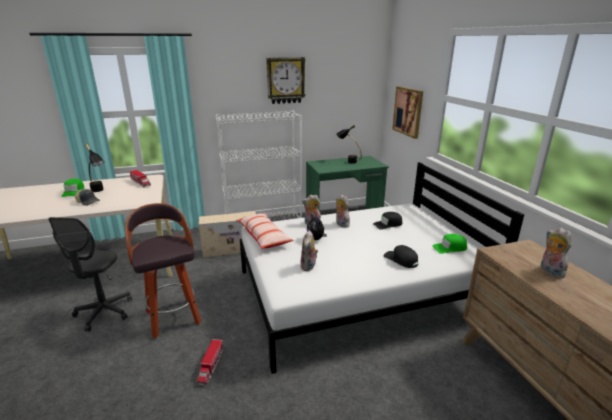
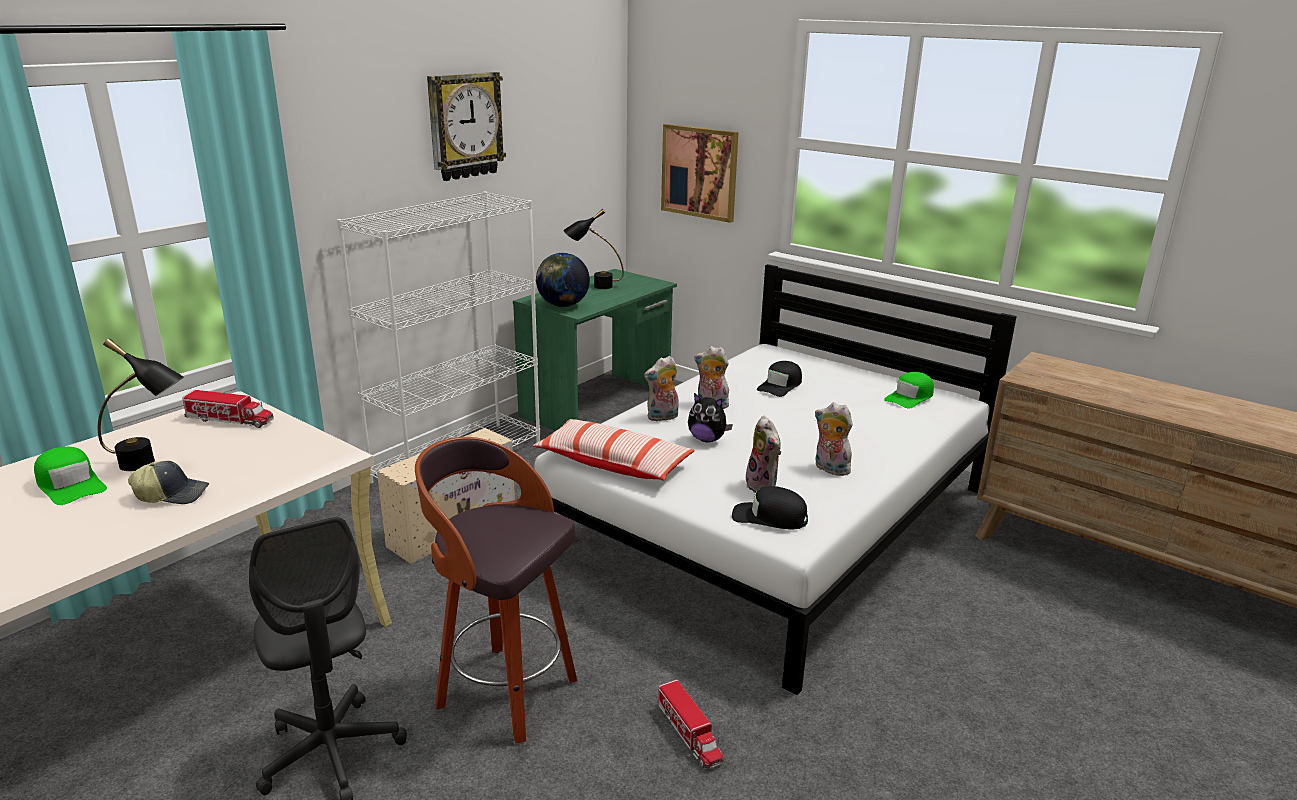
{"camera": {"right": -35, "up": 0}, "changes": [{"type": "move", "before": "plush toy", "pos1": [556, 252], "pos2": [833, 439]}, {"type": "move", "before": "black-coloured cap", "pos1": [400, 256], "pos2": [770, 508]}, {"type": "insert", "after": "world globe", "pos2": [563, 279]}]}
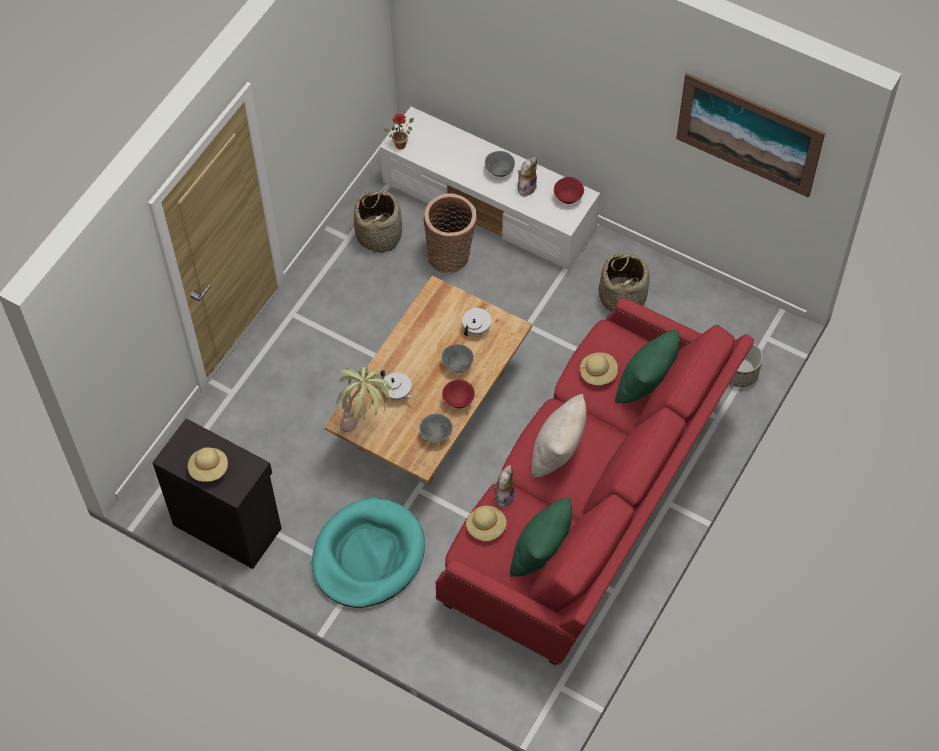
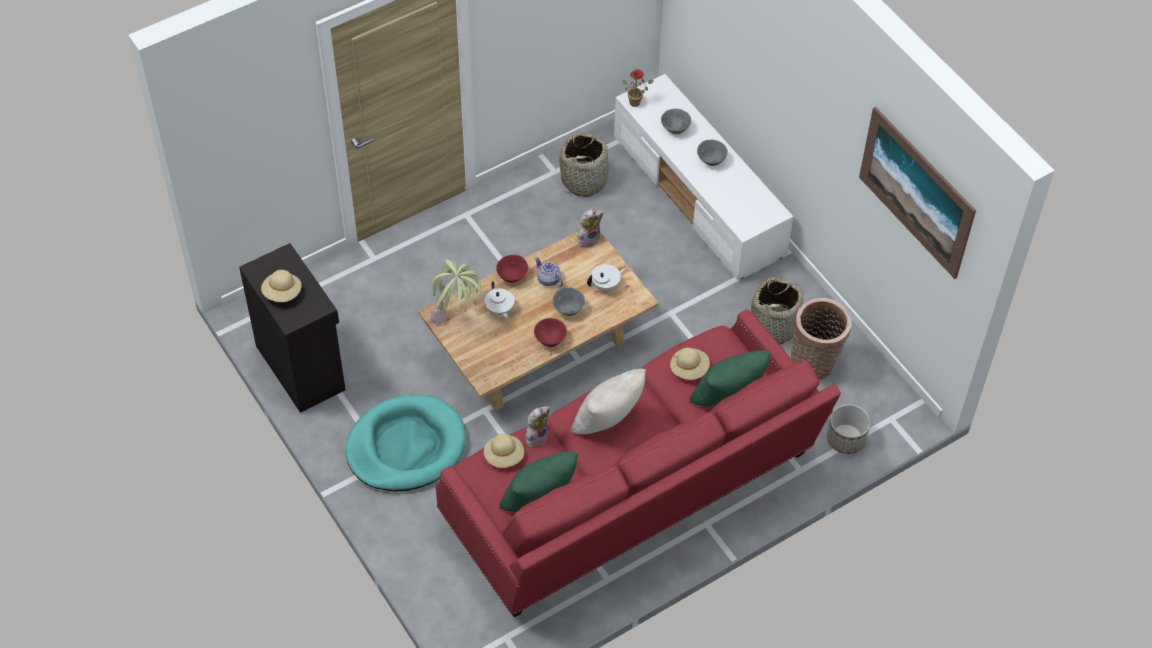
{"camera": {"right": 25, "up": -5}, "changes": [{"type": "move", "before": "plush toy", "pos1": [527, 177], "pos2": [591, 228]}, {"type": "move", "before": "red-coloured bowl", "pos1": [569, 190], "pos2": [512, 269]}, {"type": "move", "before": "household basket", "pos1": [450, 233], "pos2": [821, 339]}, {"type": "move", "before": "gray bowl", "pos1": [436, 428], "pos2": [676, 121]}, {"type": "insert", "after": "tea pot", "pos2": [549, 272]}]}
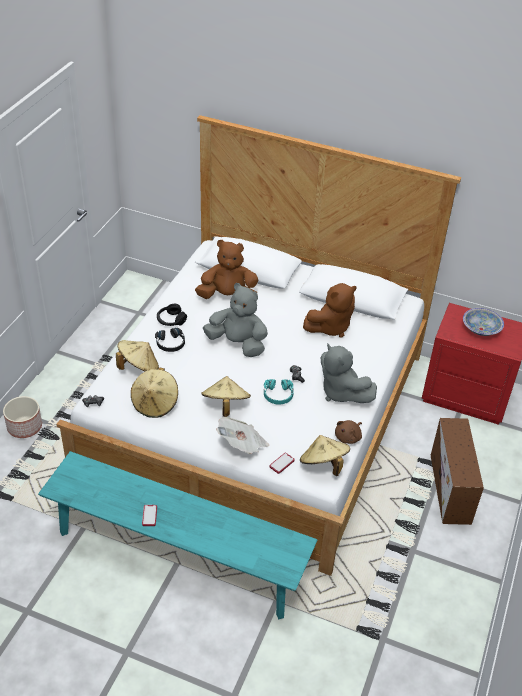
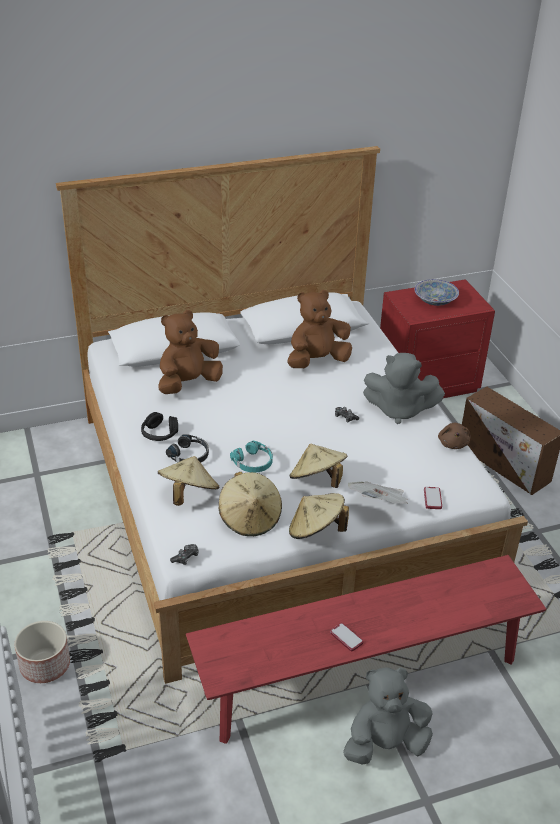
{"camera": {"right": -40, "up": -5}, "changes": [{"type": "move", "before": "gray plush toy", "pos1": [235, 320], "pos2": [388, 716]}, {"type": "rotate", "before": "brown-coloured plush toy", "pos1": [330, 310], "pos2": [320, 329], "turn": -135}, {"type": "move", "before": "turquoise-coloured headphones", "pos1": [279, 392], "pos2": [251, 457]}, {"type": "move", "before": "beige clothing hat", "pos1": [325, 455], "pos2": [319, 516]}, {"type": "recolor", "before": "turquoise-coloured bench", "after": "red-coloured bench", "pos1": [178, 535], "pos2": [366, 649]}]}
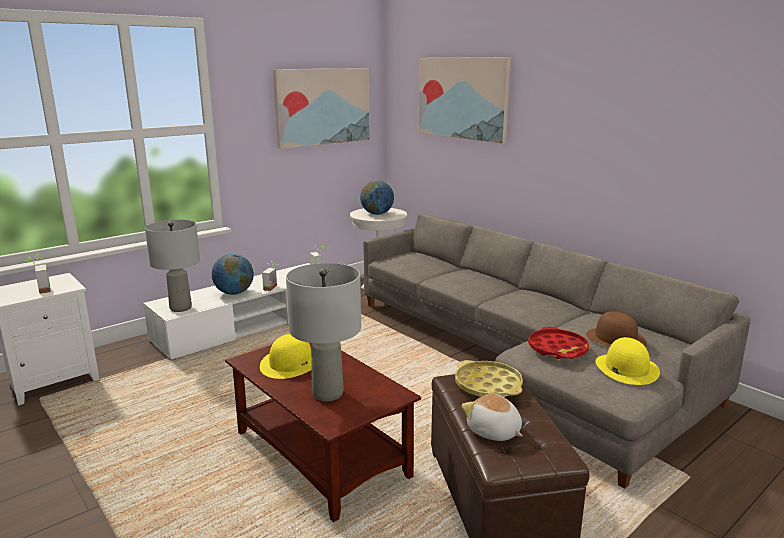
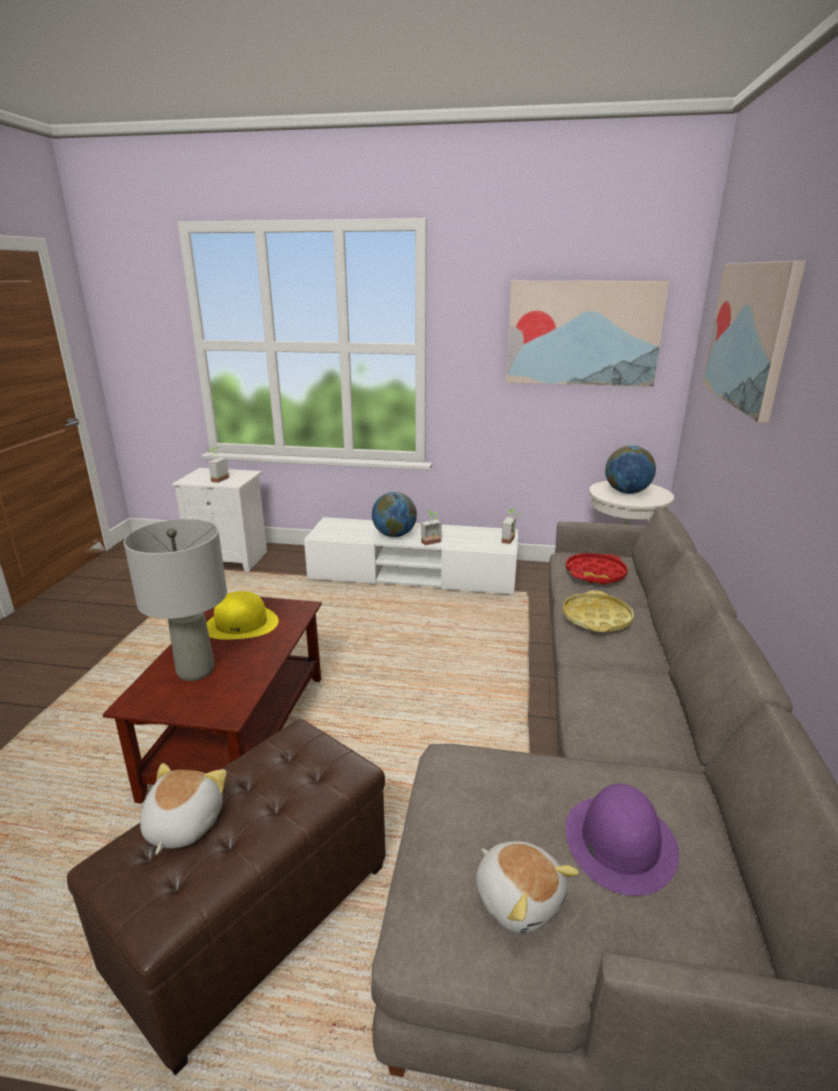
{"camera": {"right": 50, "up": 5}, "changes": [{"type": "delete", "before": "gray lamp for a table", "pos1": [172, 266]}, {"type": "recolor", "before": "brown-coloured clothing hat", "after": "purple clothing hat", "pos1": [616, 329], "pos2": [622, 840]}, {"type": "move", "before": "red-coloured carrying tray", "pos1": [558, 343], "pos2": [597, 569]}, {"type": "replace", "before": "yellowish clothing hat", "after": "plush toy", "pos1": [627, 361], "pos2": [527, 887]}, {"type": "move", "before": "yellowish carrying tray", "pos1": [489, 378], "pos2": [598, 611]}]}
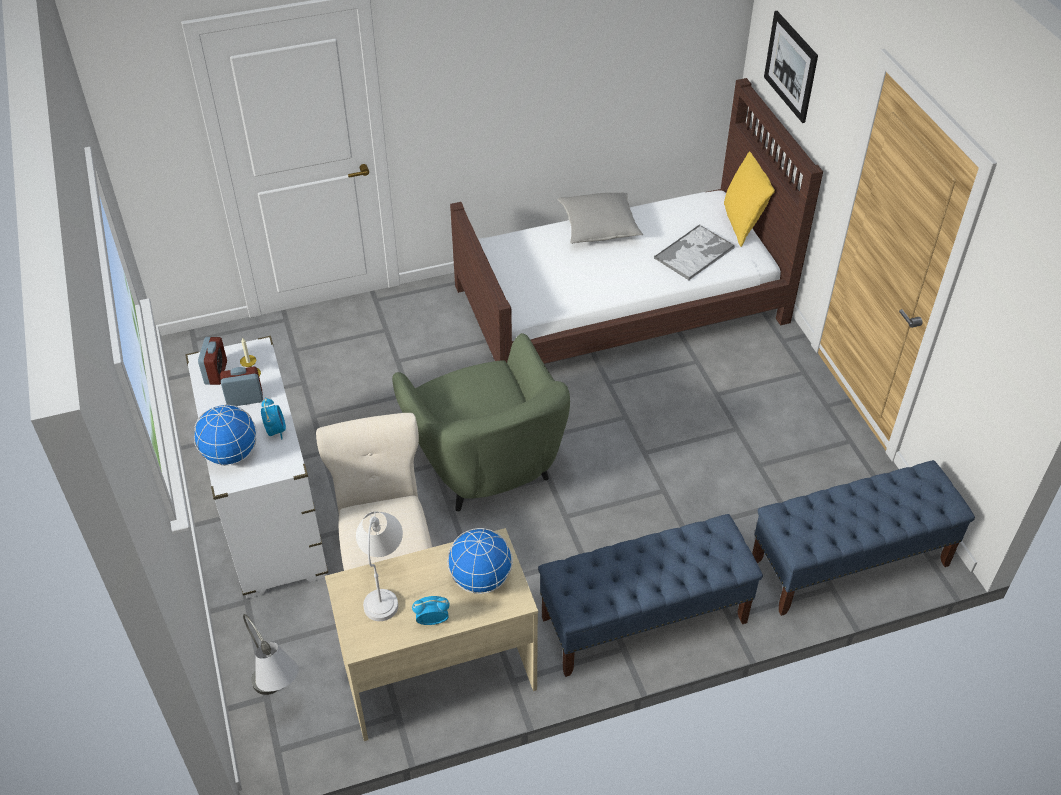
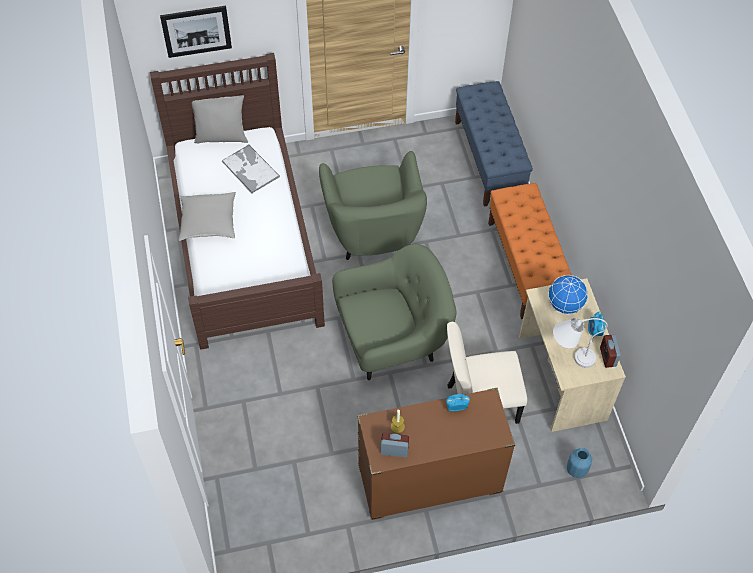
{"camera": {"right": -85, "up": 10}, "changes": [{"type": "recolor", "before": "yellowish throw pillow", "after": "gray throw pillow", "pos1": [749, 199], "pos2": [220, 119]}, {"type": "recolor", "before": "whitish drawer chest", "after": "brown-coloured drawer chest", "pos1": [256, 467], "pos2": [436, 454]}, {"type": "move", "before": "alarm clock", "pos1": [241, 386], "pos2": [610, 351]}, {"type": "delete", "before": "world globe", "pos1": [225, 435]}, {"type": "recolor", "before": "bluish bench", "after": "orange-coloured bench", "pos1": [650, 595], "pos2": [530, 251]}, {"type": "replace", "before": "gray lamp for a table", "after": "bluish flower vase", "pos1": [271, 654], "pos2": [579, 463]}, {"type": "insert", "after": "green-coloured armchair", "pos2": [373, 205]}]}
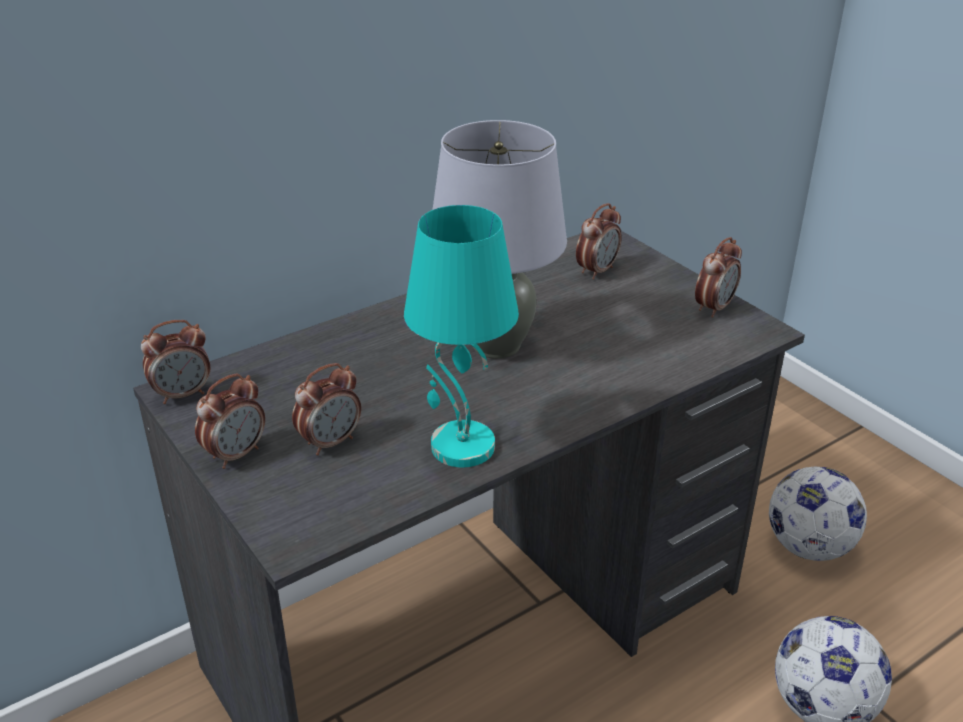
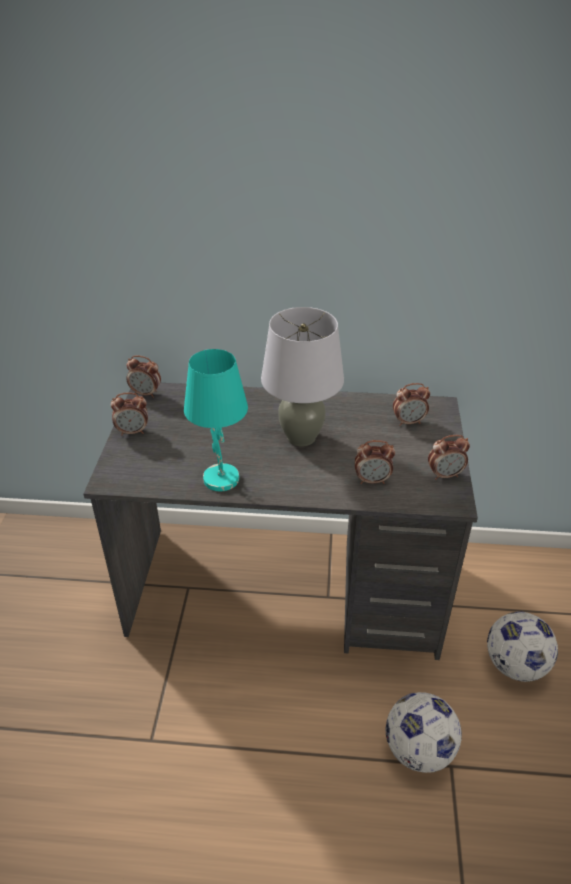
{"camera": {"right": 40, "up": 5}, "changes": [{"type": "move", "before": "alarm clock", "pos1": [326, 409], "pos2": [375, 462]}]}
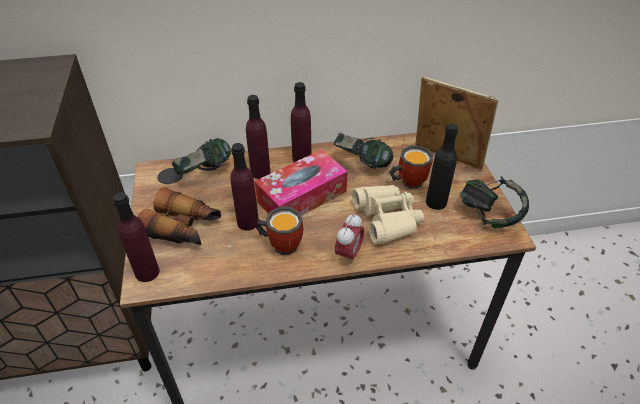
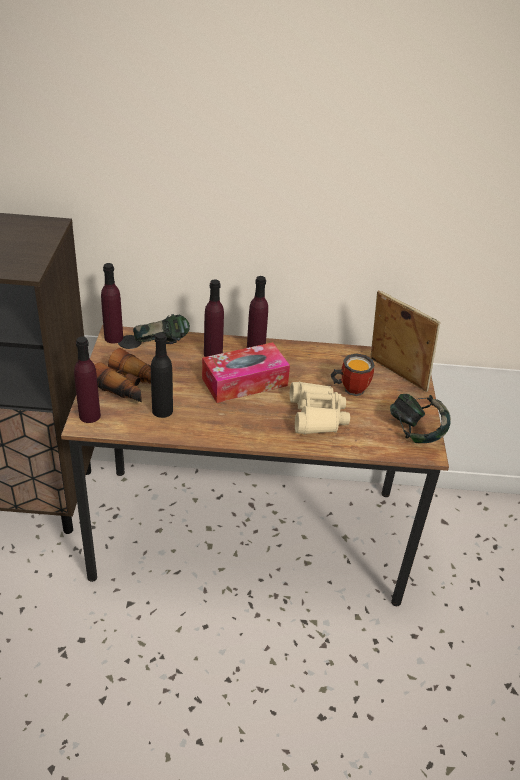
{"camera": {"right": 10, "up": -5}, "changes": [{"type": "move", "before": "black-coloured beverage bottle", "pos1": [442, 166], "pos2": [162, 375]}, {"type": "delete", "before": "headphones", "pos1": [364, 151]}, {"type": "move", "before": "purple beverage bottle", "pos1": [245, 187], "pos2": [112, 303]}, {"type": "delete", "before": "mug", "pos1": [280, 231]}, {"type": "delete", "before": "alarm clock", "pos1": [349, 239]}]}
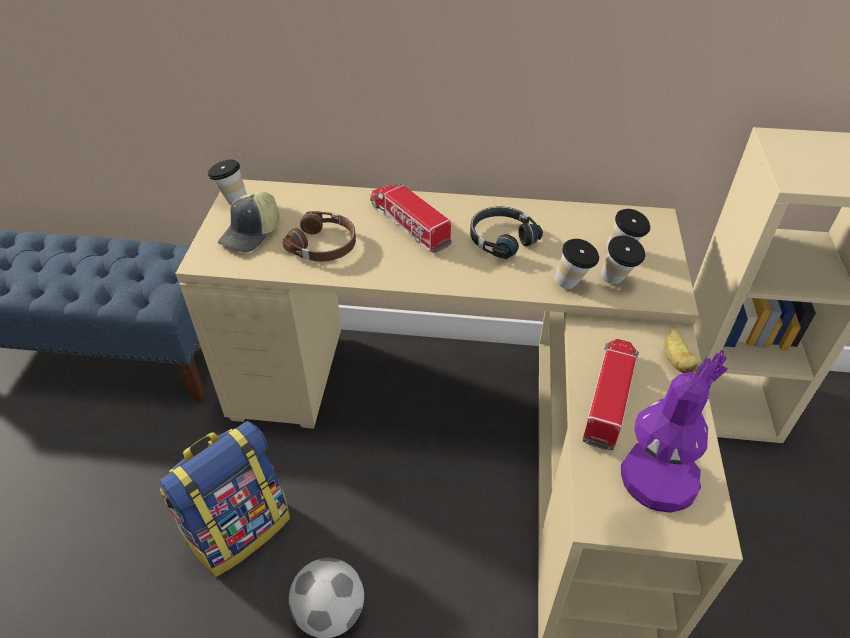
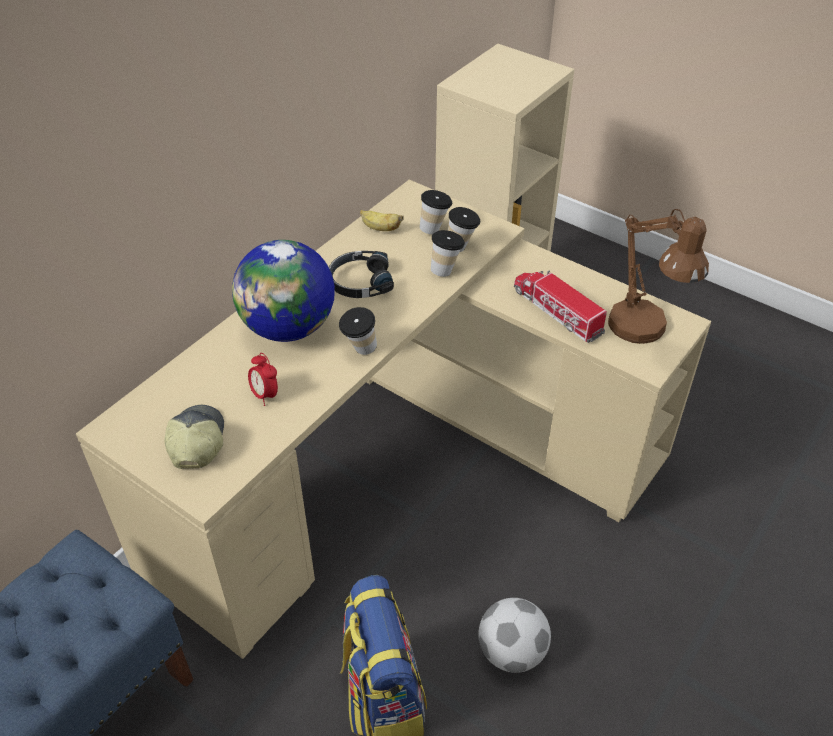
{"camera": {"right": -60, "up": 0}, "changes": [{"type": "move", "before": "cup", "pos1": [227, 182], "pos2": [358, 331]}, {"type": "replace", "before": "toy lorry", "after": "world globe", "pos1": [411, 218], "pos2": [283, 291]}, {"type": "rotate", "before": "cap", "pos1": [249, 222], "pos2": [194, 437], "turn": -150}, {"type": "replace", "before": "brown-coloured headphones", "after": "alarm clock", "pos1": [319, 236], "pos2": [263, 379]}, {"type": "move", "before": "banana", "pos1": [682, 350], "pos2": [382, 220]}, {"type": "recolor", "before": "purple lamp for a table", "after": "brown-coloured lamp for a table", "pos1": [674, 431], "pos2": [658, 276]}]}
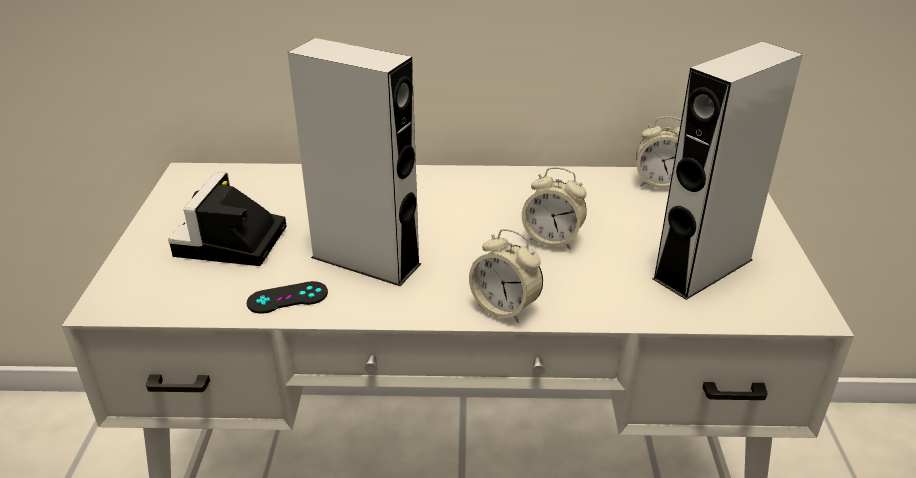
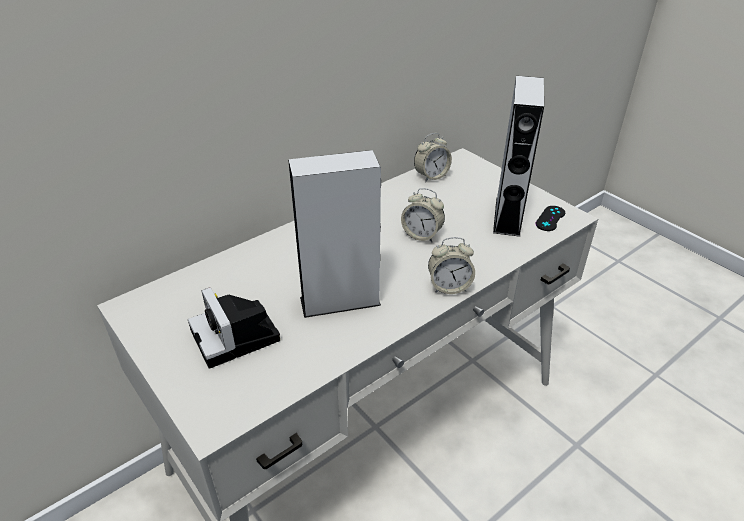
{"camera": {"right": -40, "up": 5}, "changes": [{"type": "rotate", "before": "alarm clock", "pos1": [554, 208], "pos2": [423, 215], "turn": 45}, {"type": "move", "before": "black-coloured game controller", "pos1": [287, 297], "pos2": [550, 218]}]}
